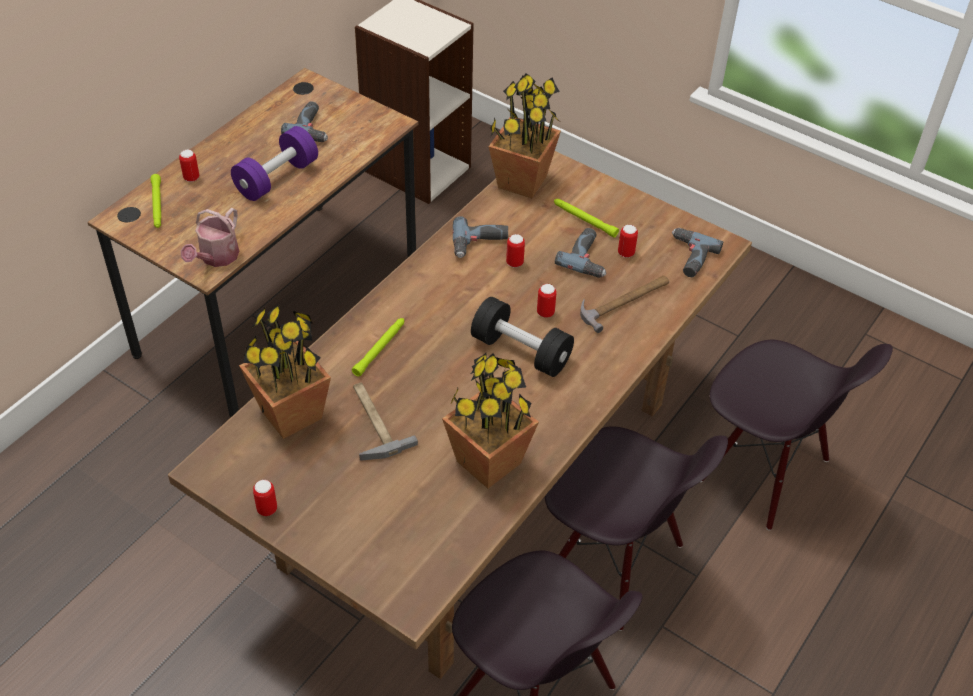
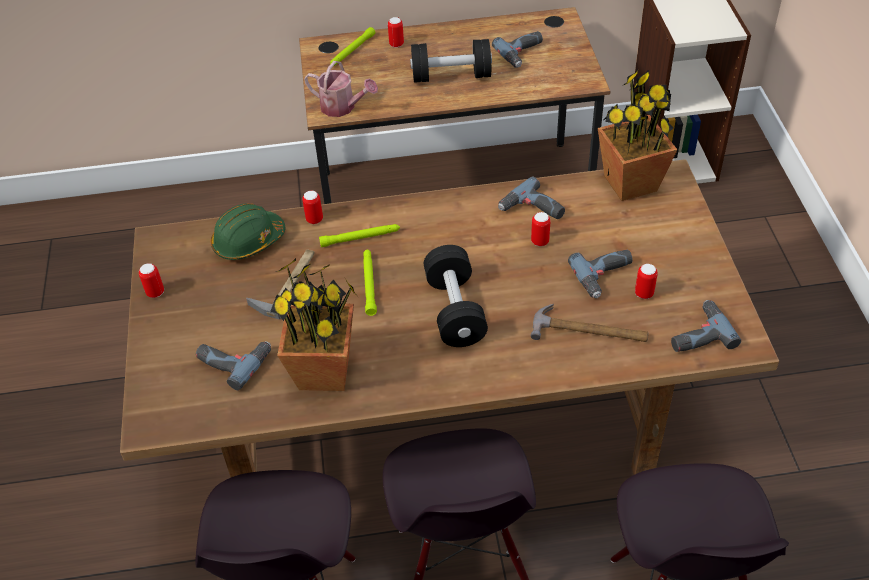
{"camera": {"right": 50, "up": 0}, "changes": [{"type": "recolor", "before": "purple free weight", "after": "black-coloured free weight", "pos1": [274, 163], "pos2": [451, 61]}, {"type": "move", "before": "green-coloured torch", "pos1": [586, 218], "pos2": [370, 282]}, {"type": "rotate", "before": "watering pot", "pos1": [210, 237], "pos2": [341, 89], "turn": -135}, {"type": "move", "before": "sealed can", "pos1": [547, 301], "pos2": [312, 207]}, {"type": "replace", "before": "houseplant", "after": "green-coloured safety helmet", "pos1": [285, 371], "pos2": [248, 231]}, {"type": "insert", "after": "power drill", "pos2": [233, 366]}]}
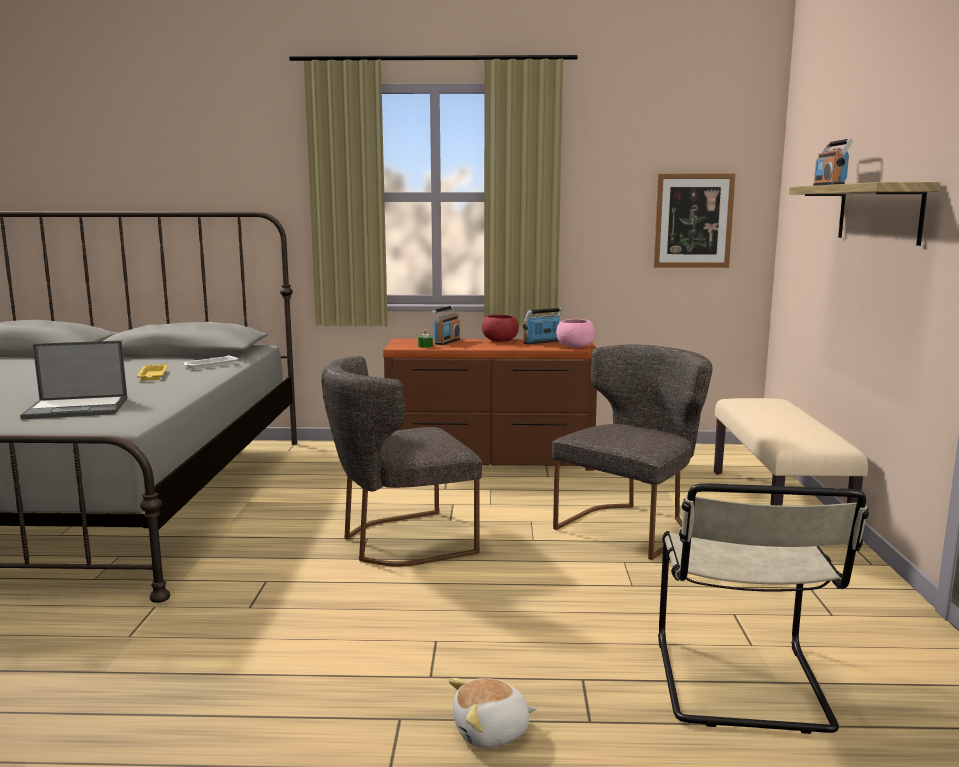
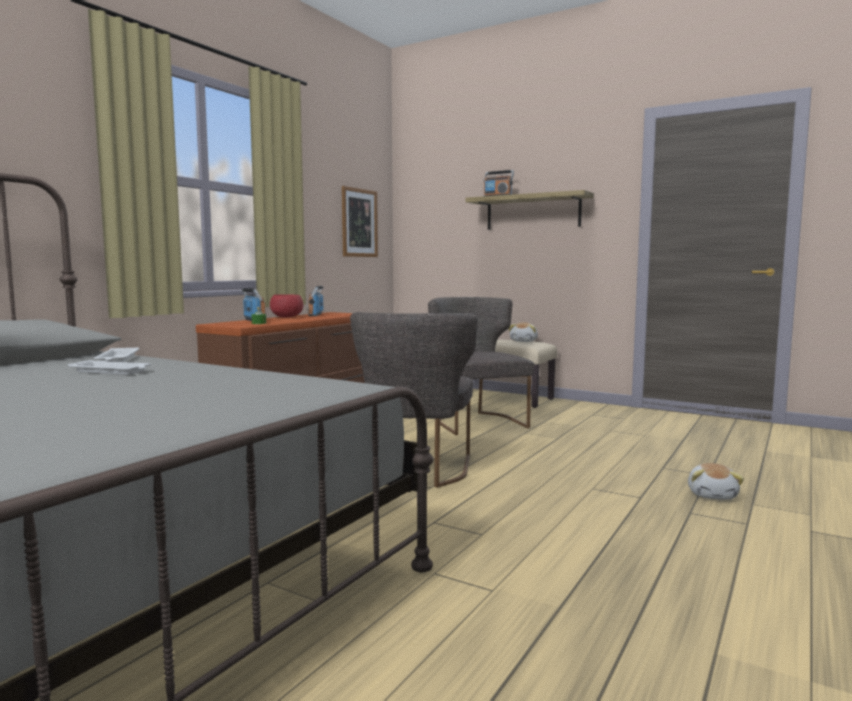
{"camera": {"right": -60, "up": -5}, "changes": [{"type": "delete", "before": "pink-coloured bowl", "pos1": [575, 333]}, {"type": "delete", "before": "notebook computer", "pos1": [73, 379]}, {"type": "recolor", "before": "yellowish carrying tray", "after": "whitish carrying tray", "pos1": [152, 372], "pos2": [109, 367]}, {"type": "delete", "before": "beige chair", "pos1": [763, 608]}, {"type": "insert", "after": "plush toy", "pos2": [523, 332]}]}
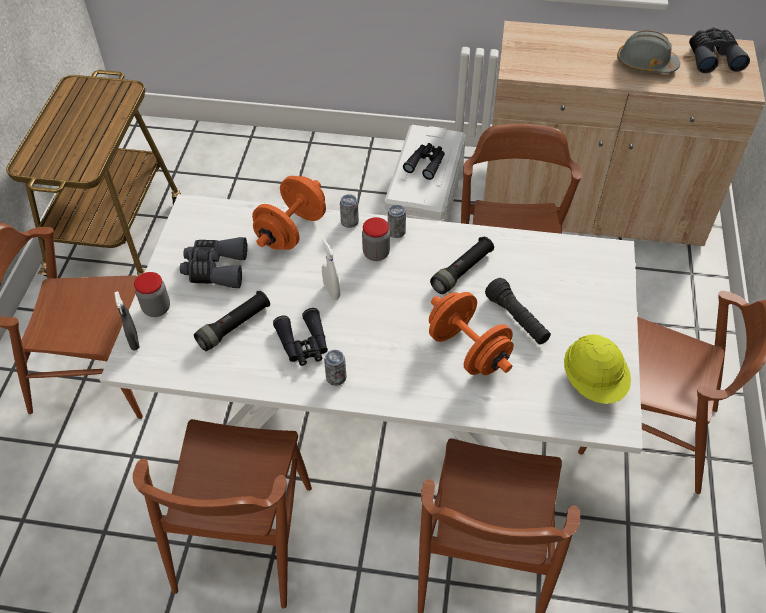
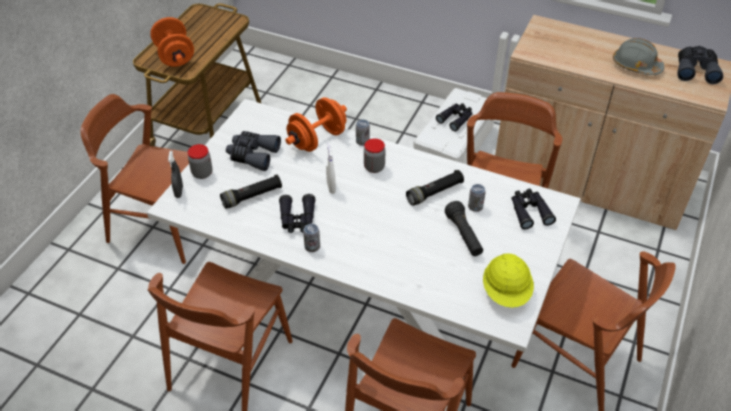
{"camera": {"right": 15, "up": -5}, "changes": [{"type": "move", "before": "sealed can", "pos1": [397, 221], "pos2": [476, 198]}, {"type": "move", "before": "orange-coloured free weight", "pos1": [471, 333], "pos2": [172, 42]}, {"type": "insert", "after": "black-coloured binoculars", "pos2": [533, 209]}]}
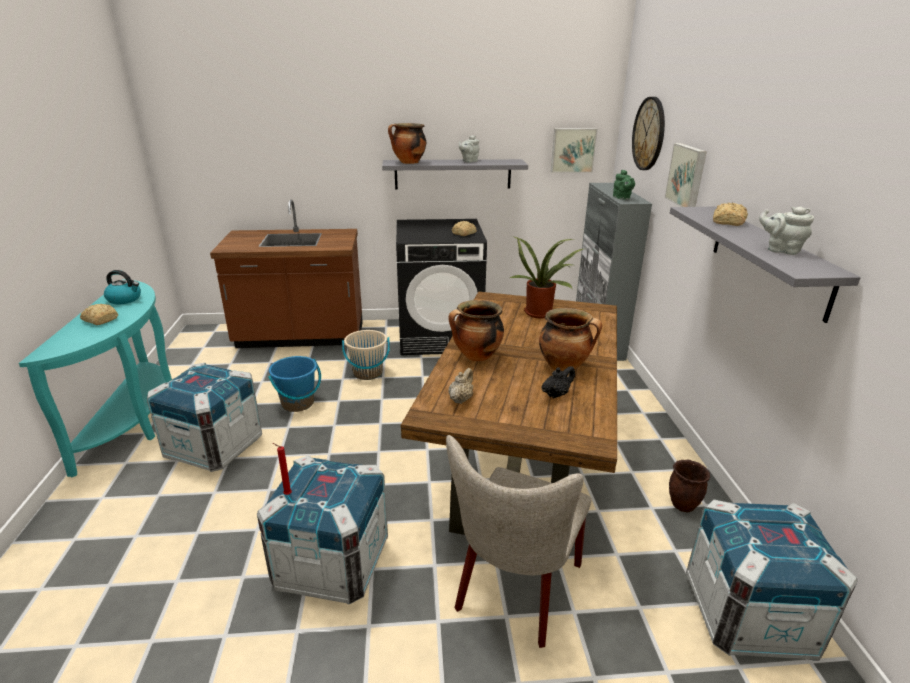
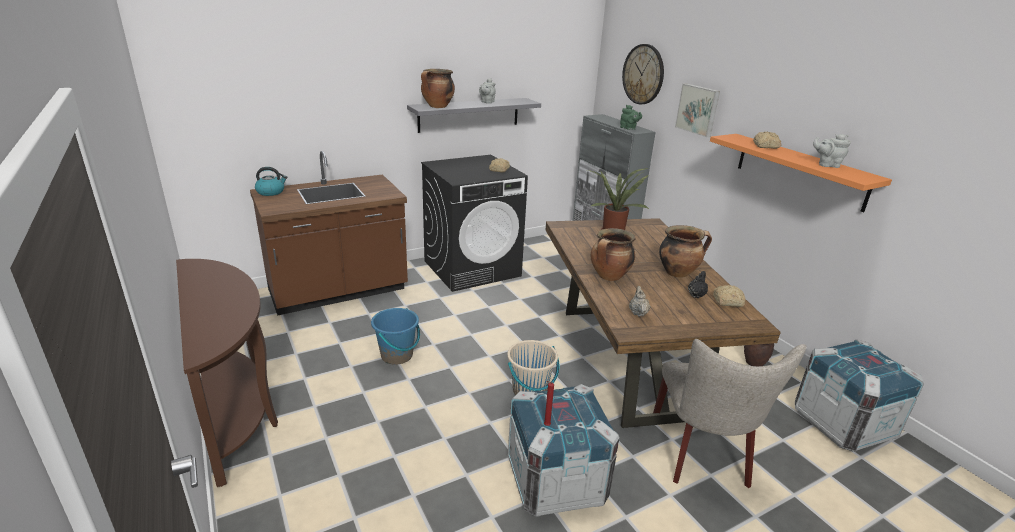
{"camera": {"right": -25, "up": 0}, "changes": [{"type": "delete", "before": "wall art", "pos1": [574, 150]}, {"type": "recolor", "before": "gray bracket shelf", "after": "orange-coloured bracket shelf", "pos1": [765, 265], "pos2": [801, 173]}, {"type": "move", "before": "tea kettle", "pos1": [122, 287], "pos2": [271, 181]}, {"type": "recolor", "before": "turquoise-coloured console table", "after": "brown-coloured console table", "pos1": [95, 378], "pos2": [227, 373]}, {"type": "move", "before": "bakery bread", "pos1": [99, 314], "pos2": [729, 296]}, {"type": "move", "before": "beige water bucket", "pos1": [366, 355], "pos2": [533, 367]}, {"type": "delete", "before": "packing crate", "pos1": [204, 417]}]}
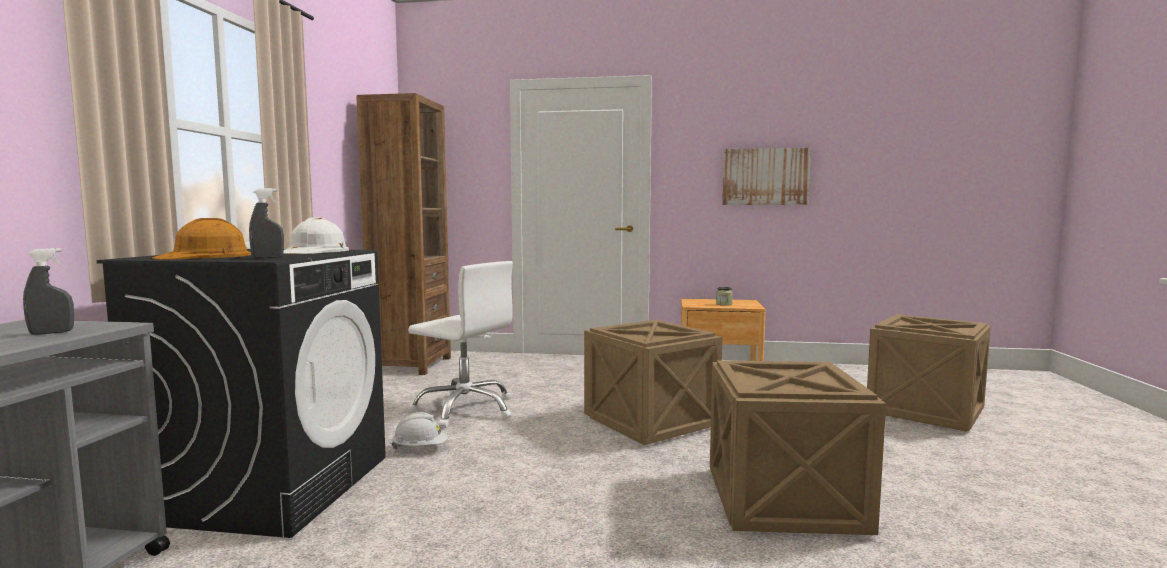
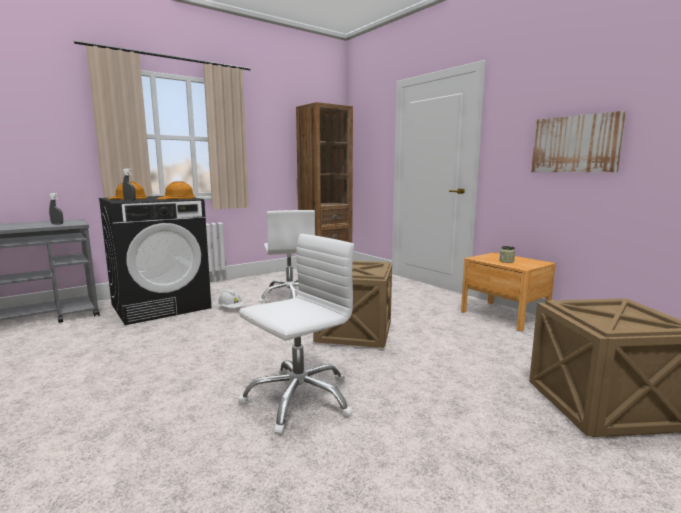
{"camera": {"right": 45, "up": 5}, "changes": [{"type": "recolor", "before": "whitish safety helmet", "after": "orange-coloured safety helmet", "pos1": [316, 235], "pos2": [176, 190]}, {"type": "replace", "before": "packing crate", "after": "whitish computer chair", "pos1": [798, 447], "pos2": [296, 334]}]}
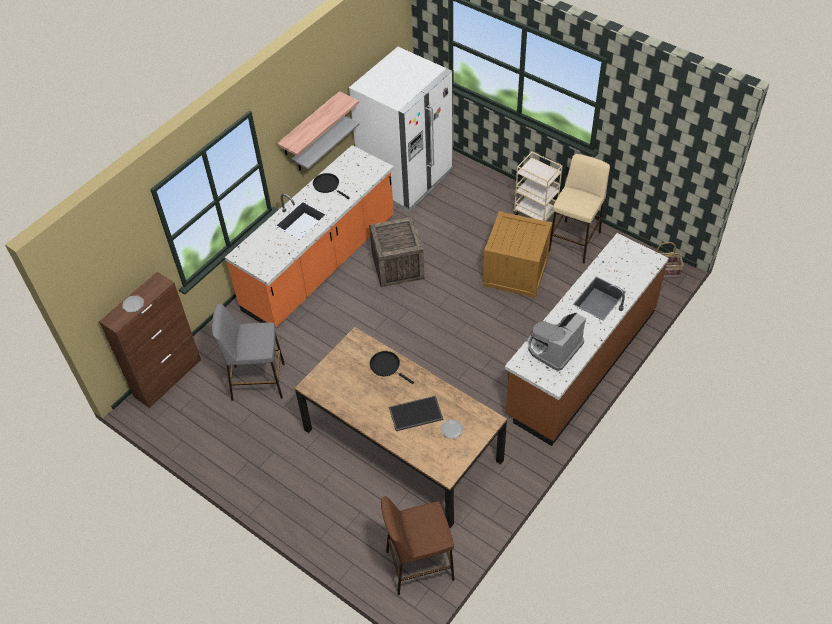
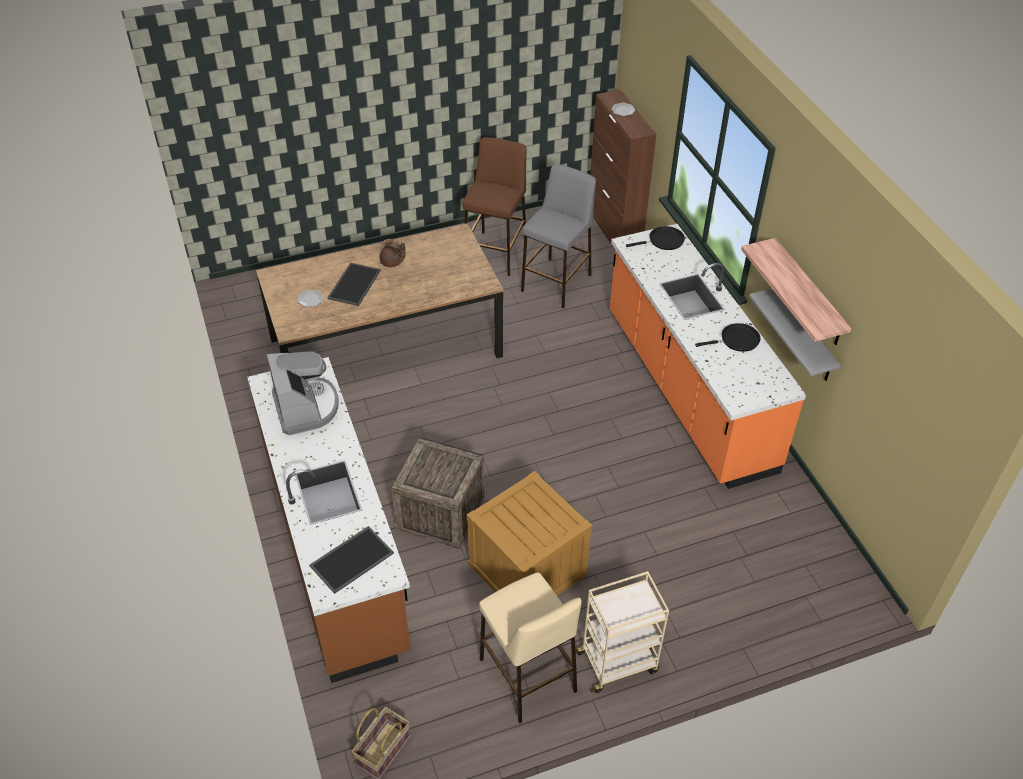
{"camera": {"right": 120, "up": -5}, "changes": [{"type": "delete", "before": "whitish fridge", "pos1": [401, 129]}, {"type": "move", "before": "packing crate", "pos1": [396, 252], "pos2": [437, 493]}, {"type": "move", "before": "black-coloured pan", "pos1": [392, 367], "pos2": [655, 238]}, {"type": "move", "before": "brown-coloured sitting stool", "pos1": [418, 545], "pos2": [494, 206]}, {"type": "insert", "after": "brown-coloured tea pot", "pos2": [393, 253]}, {"type": "insert", "after": "carrying tray", "pos2": [351, 560]}]}
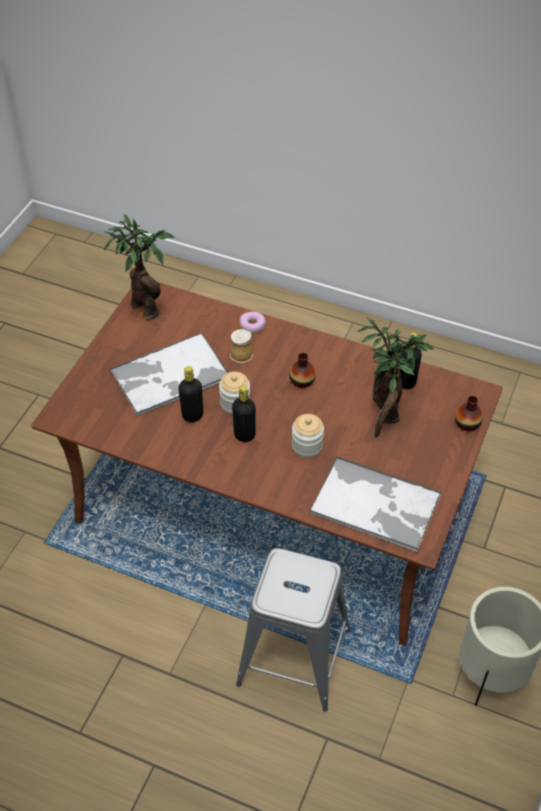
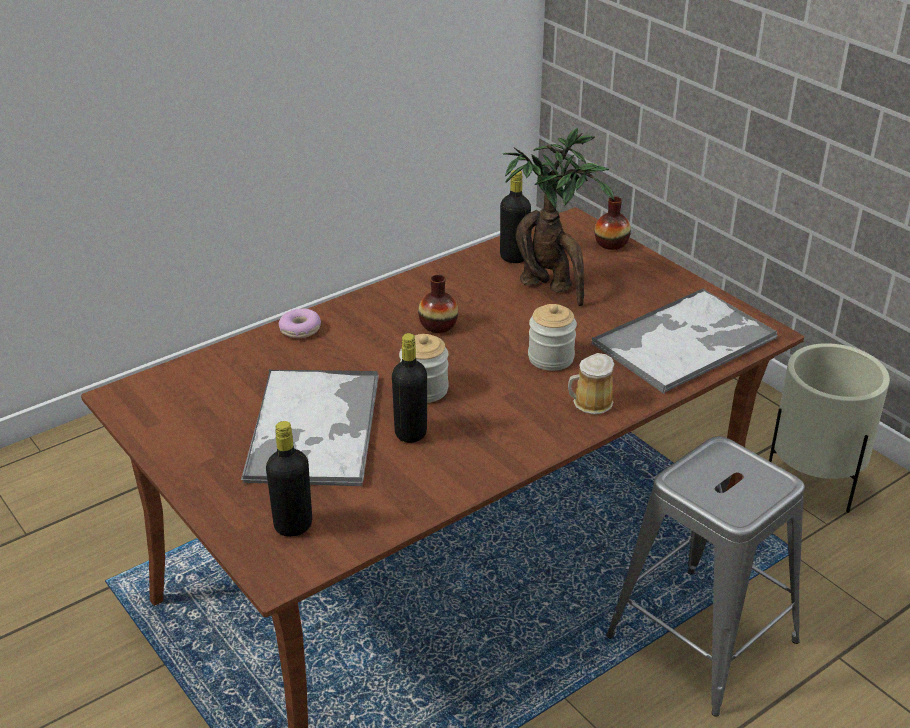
{"camera": {"right": -60, "up": -15}, "changes": [{"type": "delete", "before": "houseplant", "pos1": [139, 267]}, {"type": "move", "before": "mug", "pos1": [241, 346], "pos2": [591, 384]}, {"type": "move", "before": "black-coloured beverage bottle", "pos1": [244, 414], "pos2": [289, 479]}]}
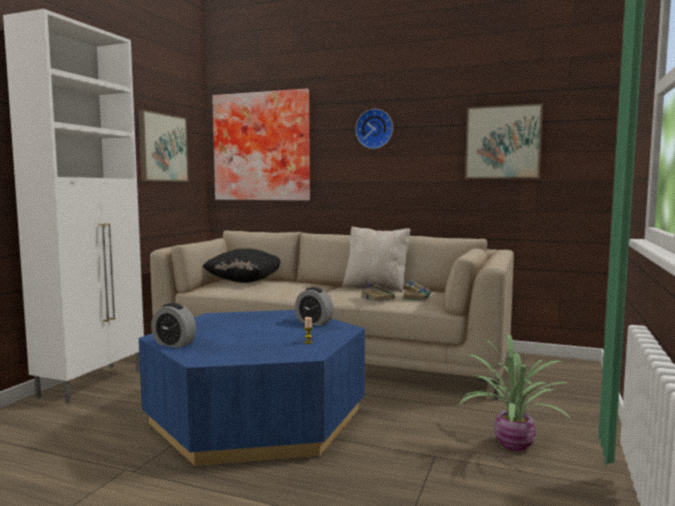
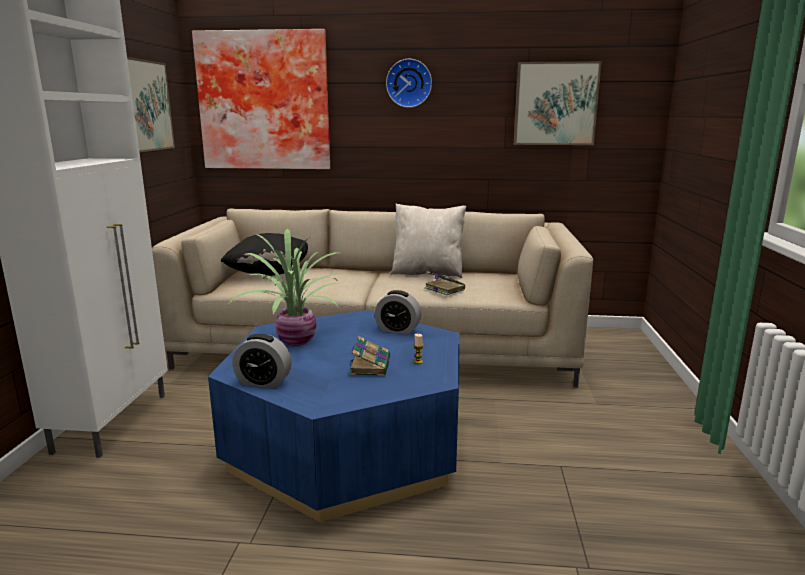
{"camera": {"right": -15, "up": 10}, "changes": [{"type": "move", "before": "bound book", "pos1": [416, 290], "pos2": [369, 356]}, {"type": "move", "before": "houseplant", "pos1": [514, 392], "pos2": [287, 287]}]}
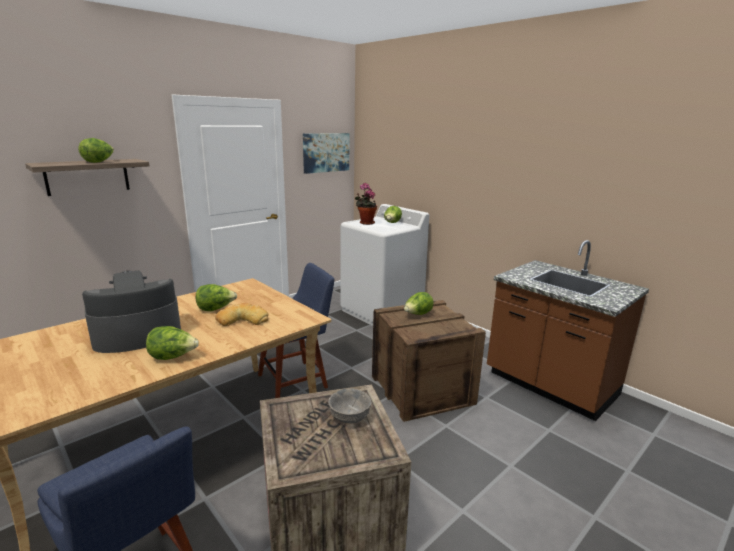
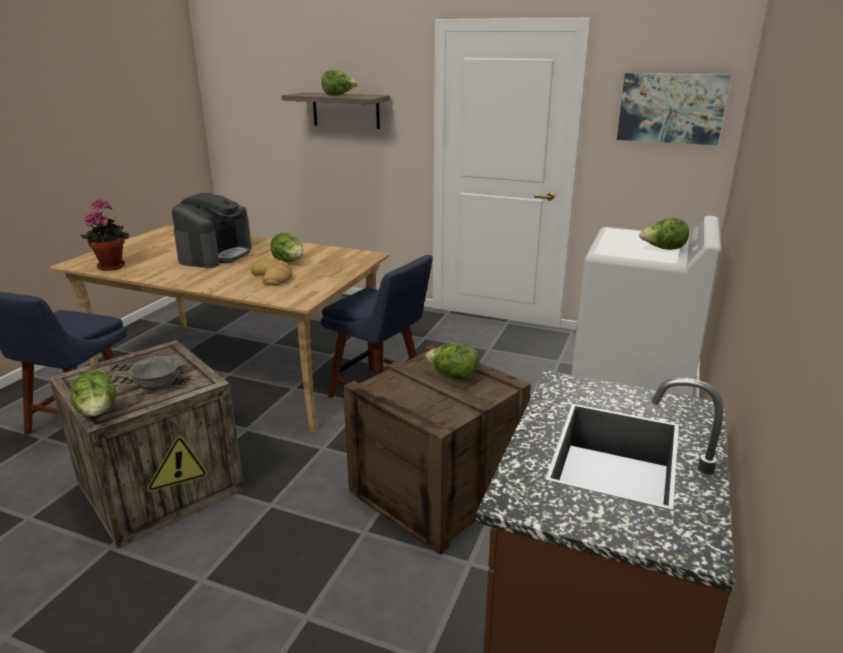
{"camera": {"right": 65, "up": 5}, "changes": [{"type": "move", "before": "houseplant", "pos1": [366, 204], "pos2": [105, 235]}, {"type": "rotate", "before": "coffee brewer", "pos1": [131, 312], "pos2": [212, 230], "turn": 75}, {"type": "move", "before": "head of lettuce", "pos1": [172, 343], "pos2": [93, 393]}]}
